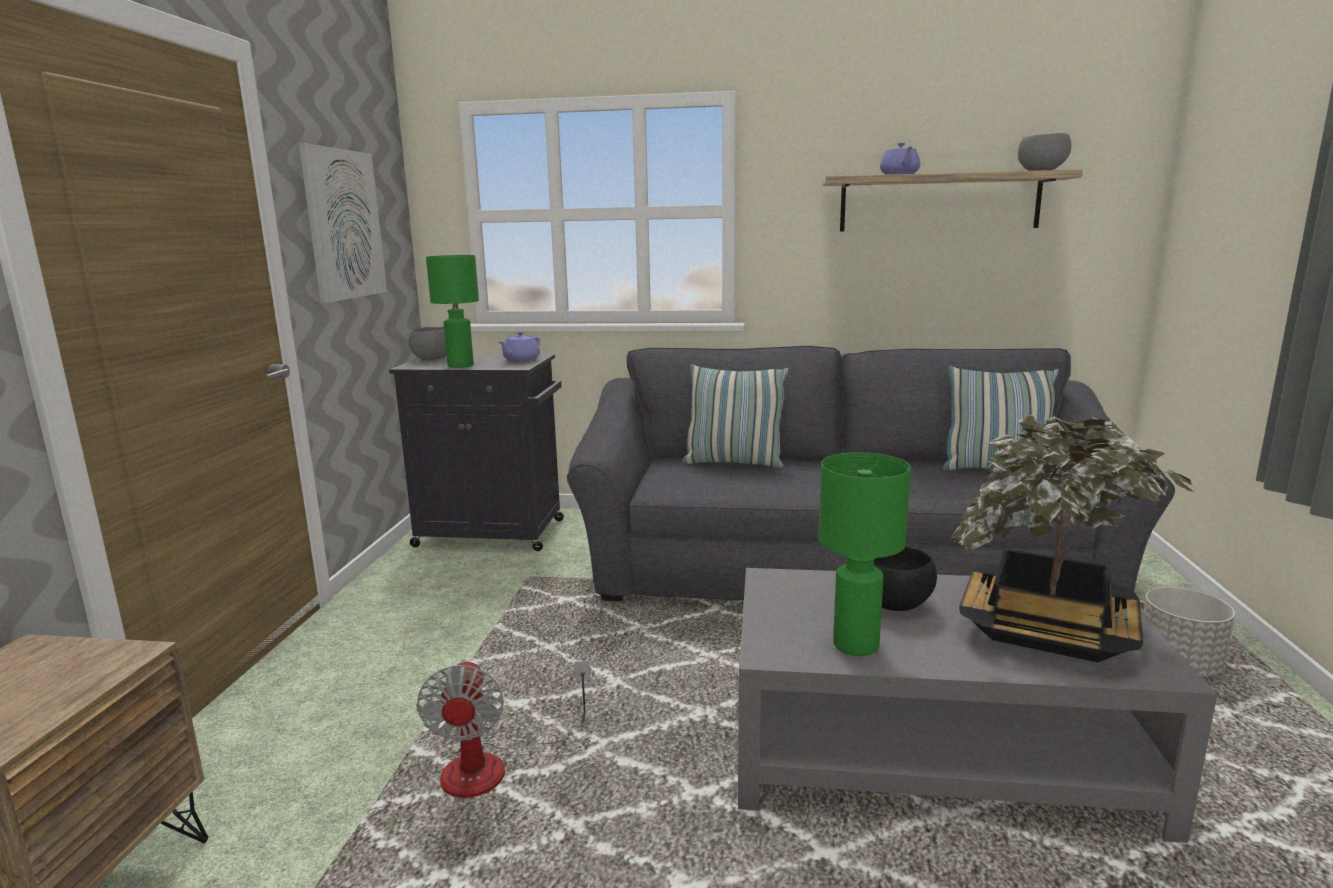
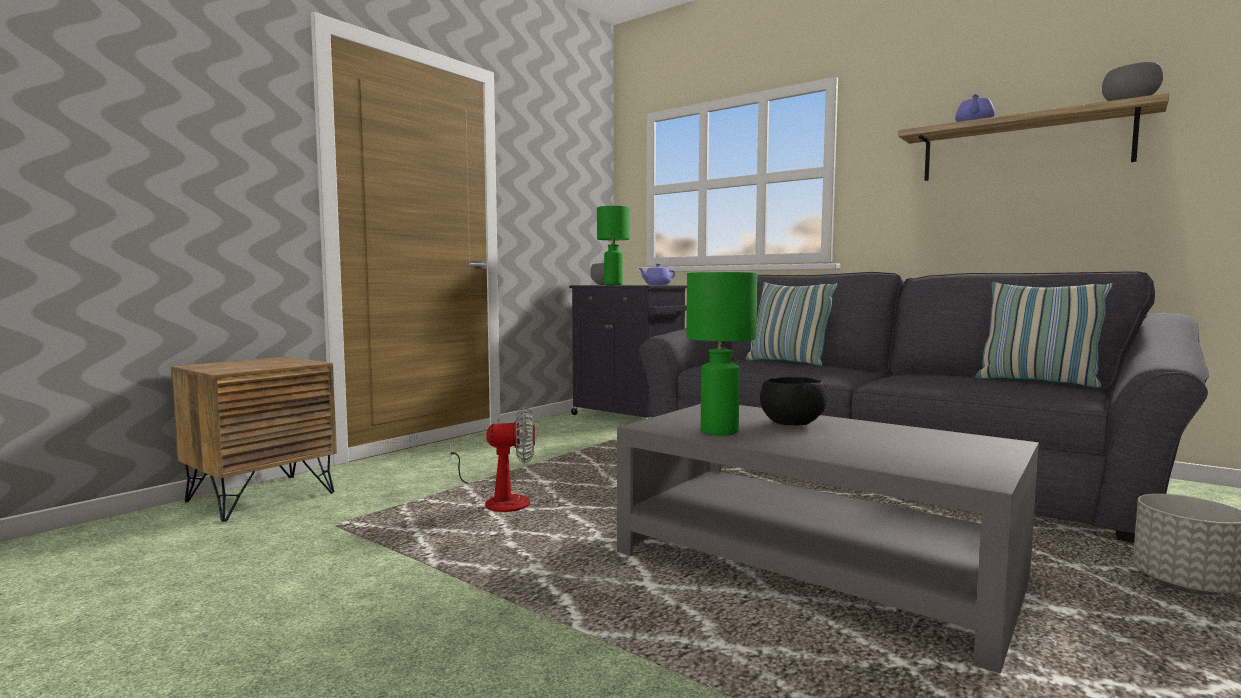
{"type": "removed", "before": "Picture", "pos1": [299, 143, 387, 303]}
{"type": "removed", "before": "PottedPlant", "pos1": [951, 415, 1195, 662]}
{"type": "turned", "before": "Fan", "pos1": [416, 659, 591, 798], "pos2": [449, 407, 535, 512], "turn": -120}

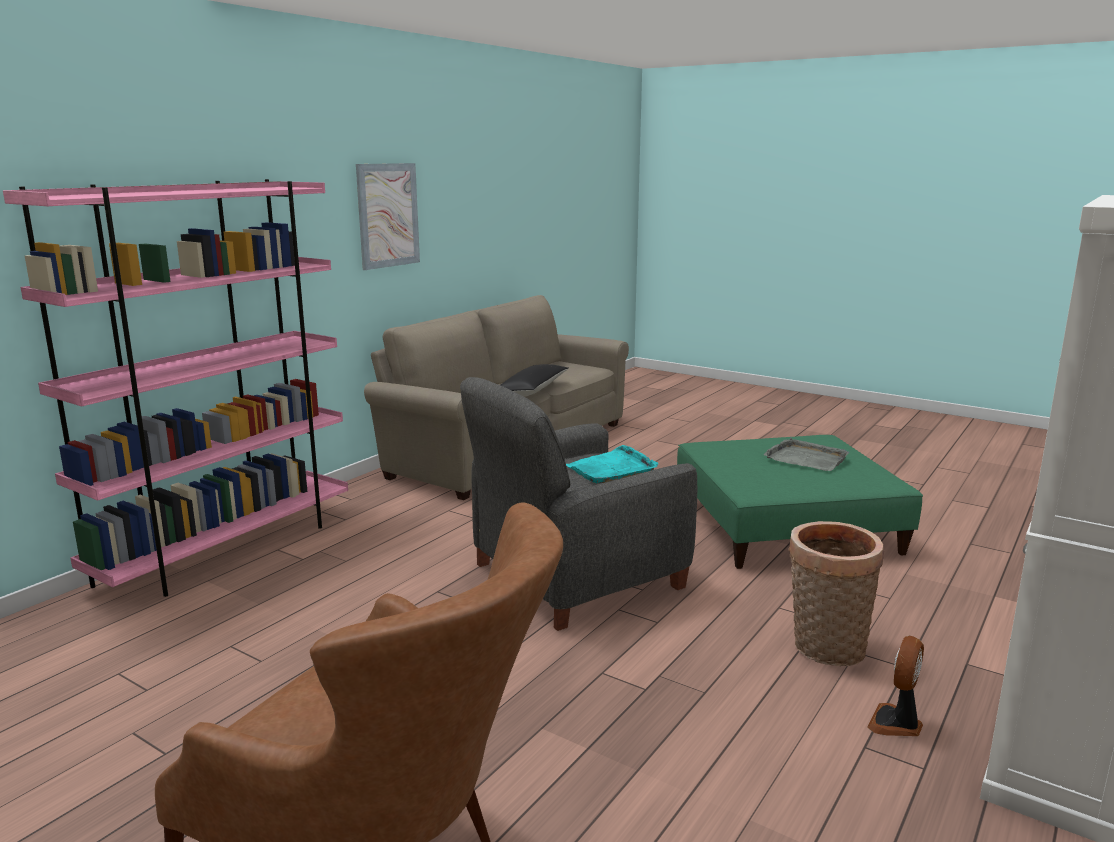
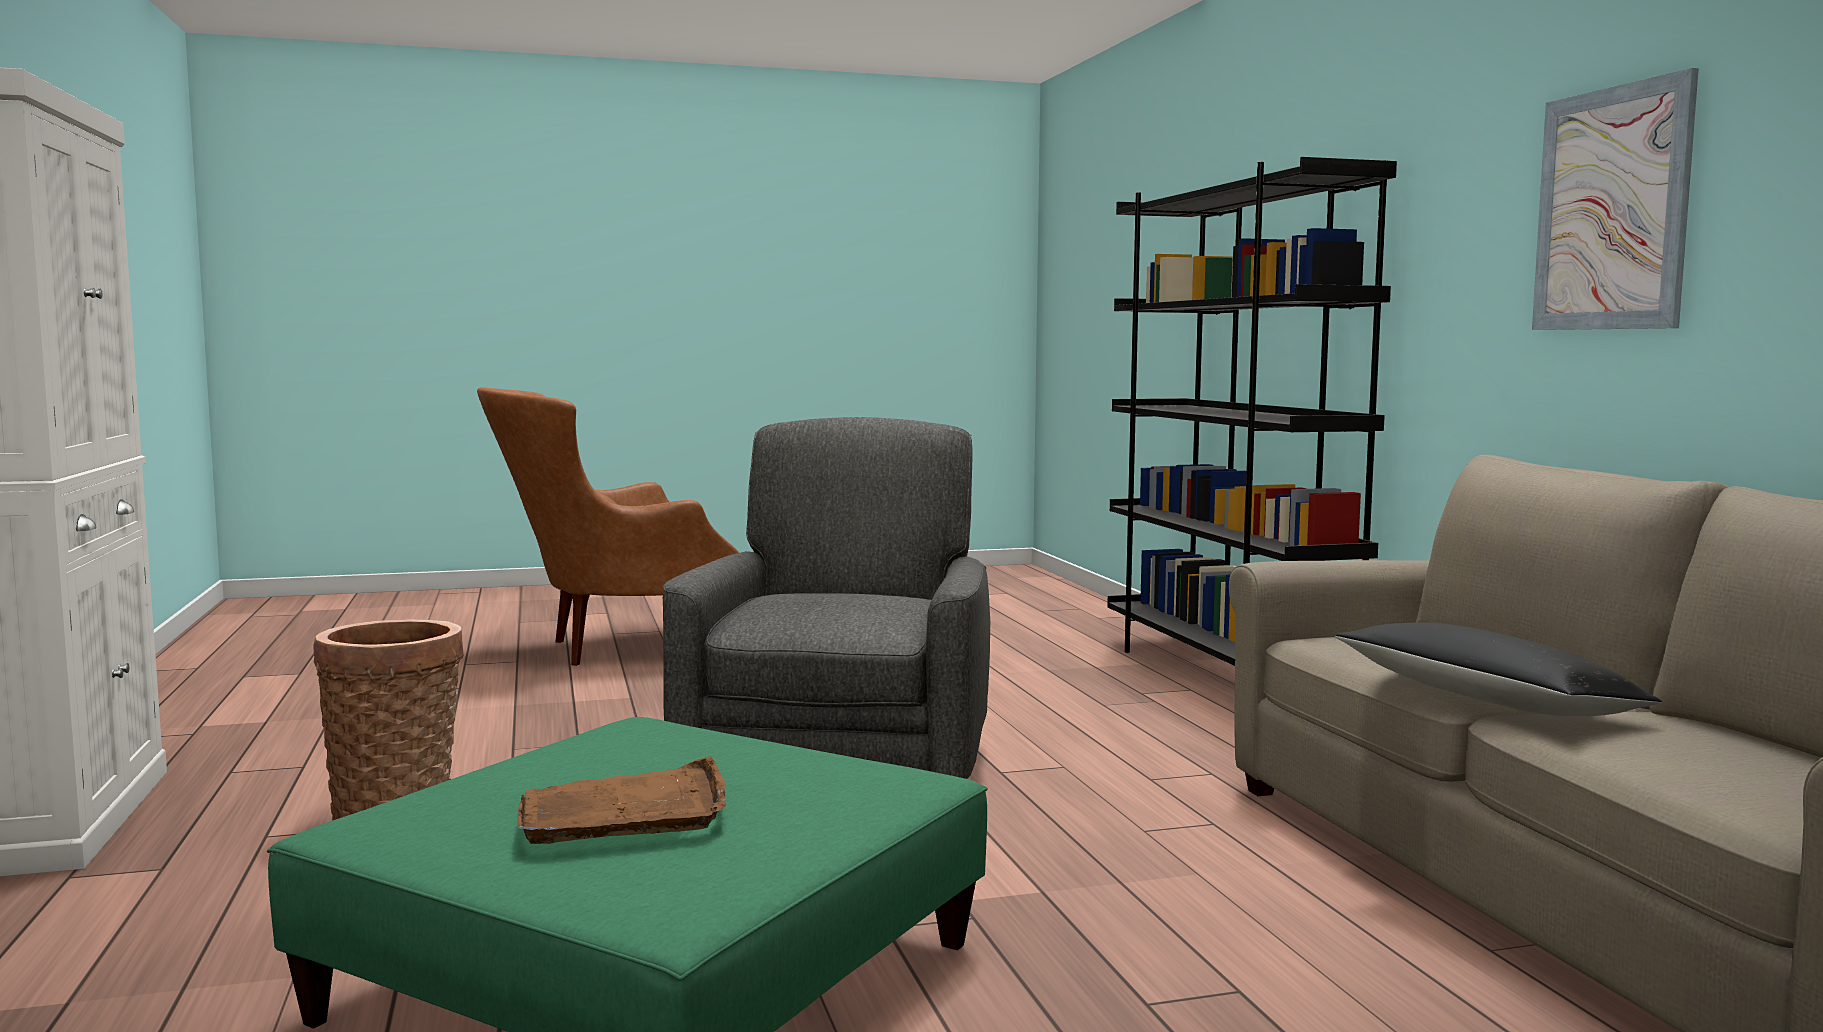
{"type": "removed", "before": "TurquoiseTray", "pos1": [566, 445, 659, 484]}
{"type": "removed", "before": "Fan", "pos1": [867, 636, 924, 736]}
{"type": "recoloured", "before": "PinkBookcase", "after": "BlackBookcase", "pos1": [3, 179, 348, 597], "pos2": [1107, 157, 1397, 666]}
{"type": "recoloured", "before": "GreyTray", "after": "BrownTray", "pos1": [764, 438, 849, 471], "pos2": [517, 756, 726, 844]}

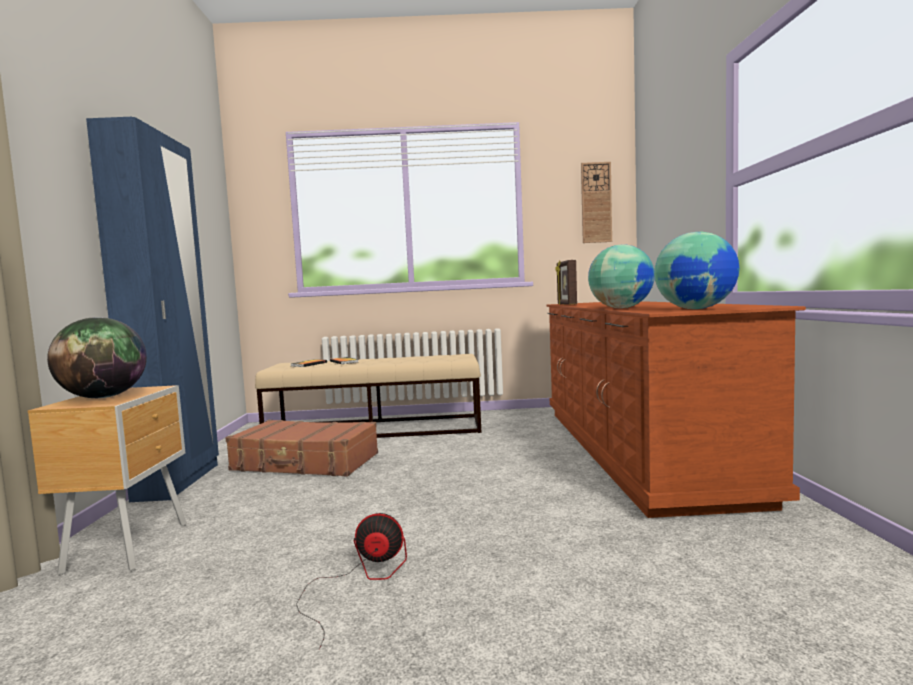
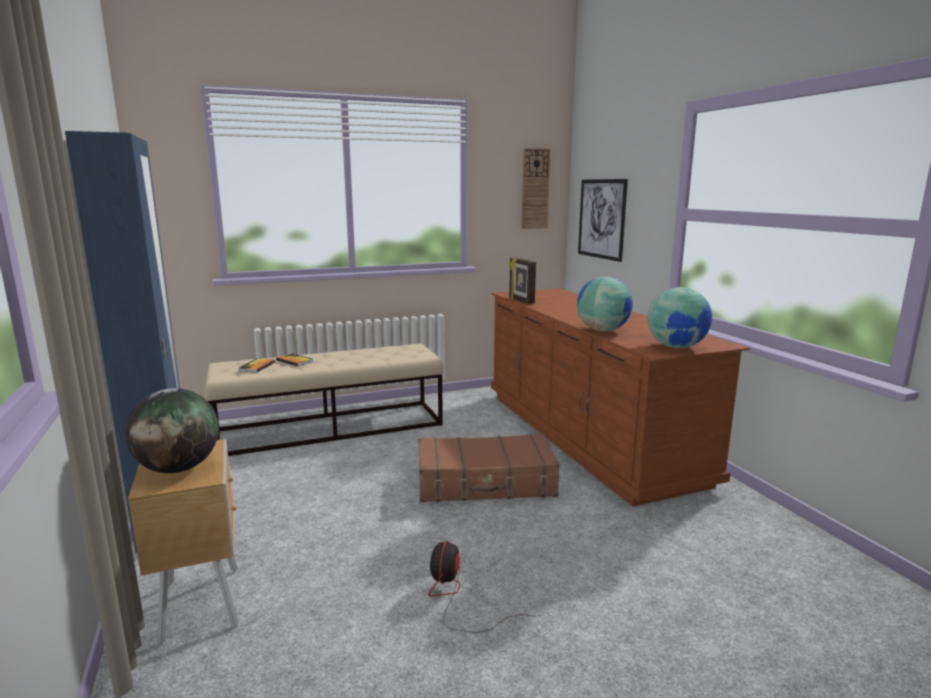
{"type": "added", "after": "Picture", "pos2": [578, 179, 628, 262]}
{"type": "moved", "before": "BrownSuitcase", "pos1": [226, 420, 378, 477], "pos2": [418, 434, 560, 502]}
{"type": "turned", "before": "Fan", "pos1": [296, 513, 407, 649], "pos2": [428, 541, 533, 633], "turn": -60}

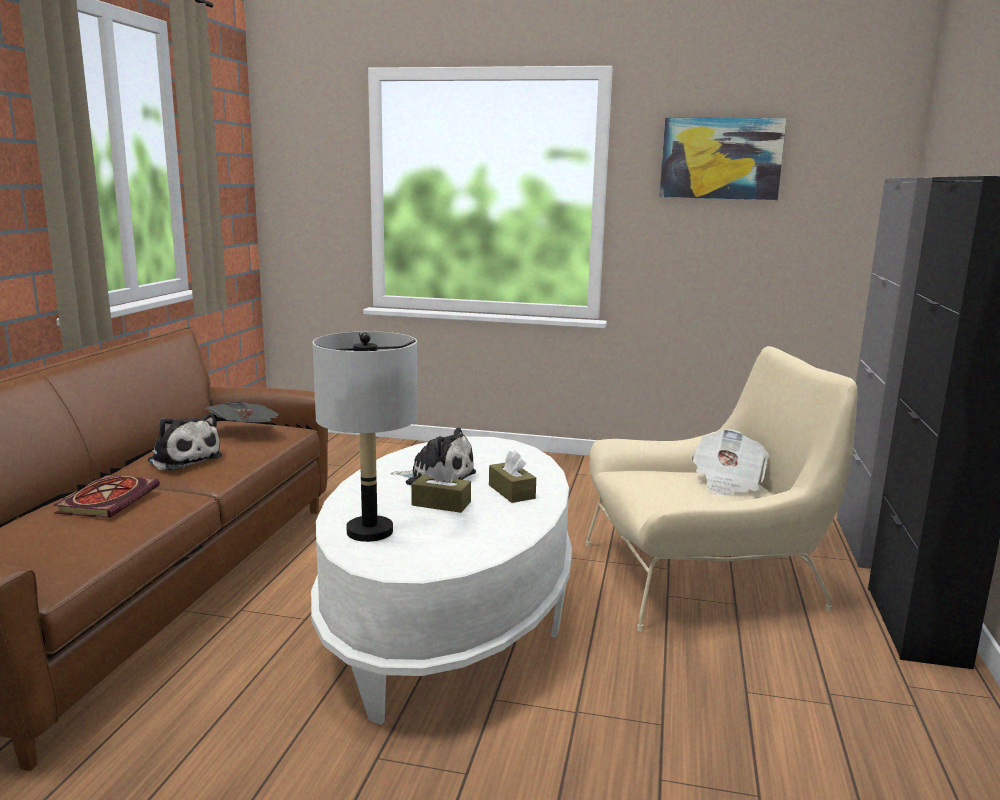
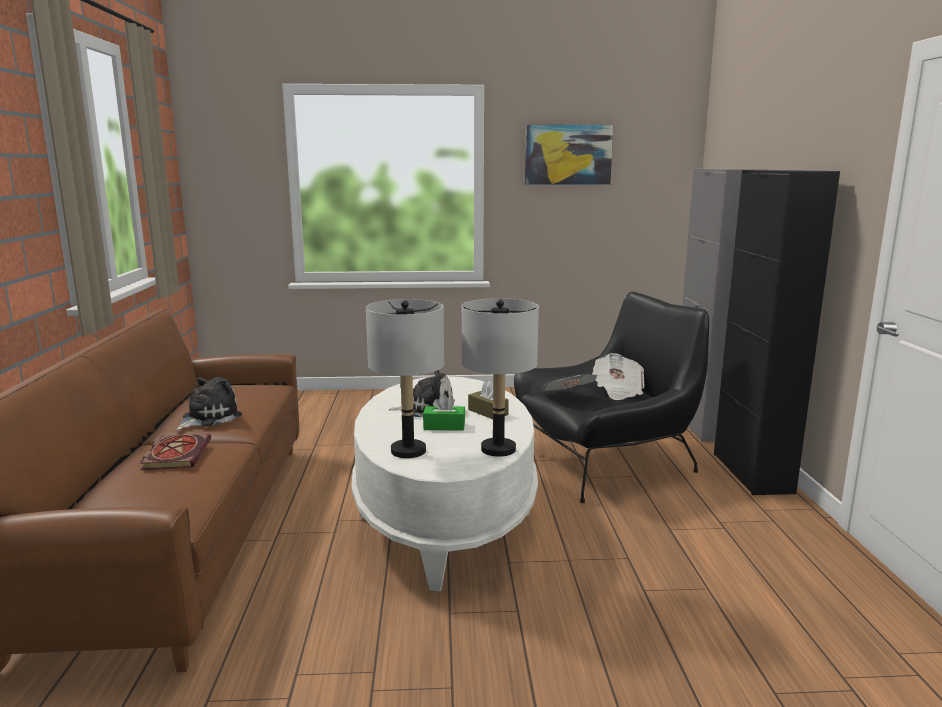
{"type": "added", "after": "GreyTableLamp", "pos2": [462, 298, 539, 457]}
{"type": "moved", "before": "Newspaper", "pos1": [204, 402, 279, 422], "pos2": [542, 374, 597, 390]}
{"type": "recoloured", "before": "BrownTissueBox", "after": "GreenTissueBox", "pos1": [411, 462, 471, 513], "pos2": [423, 394, 465, 431]}
{"type": "recoloured", "before": "BeigeArmchair", "after": "BlackArmchair", "pos1": [585, 346, 858, 632], "pos2": [514, 292, 709, 503]}
{"type": "turned", "before": "PlushToy", "pos1": [148, 413, 222, 471], "pos2": [175, 377, 242, 430], "turn": -75}

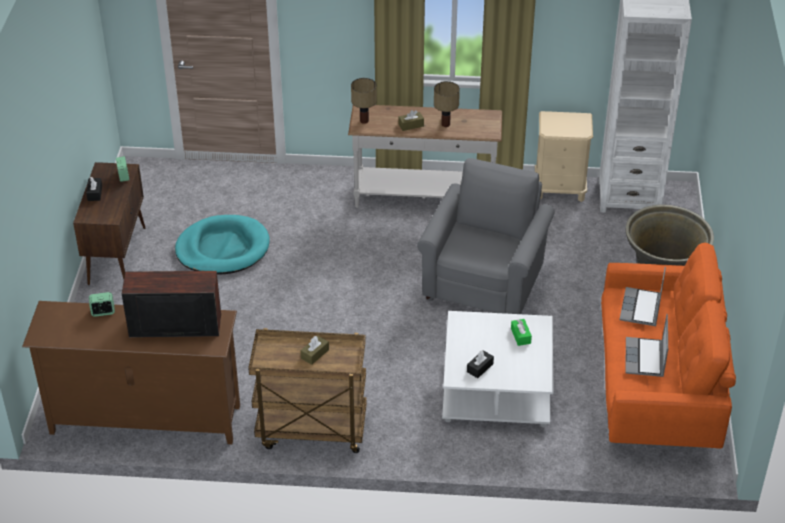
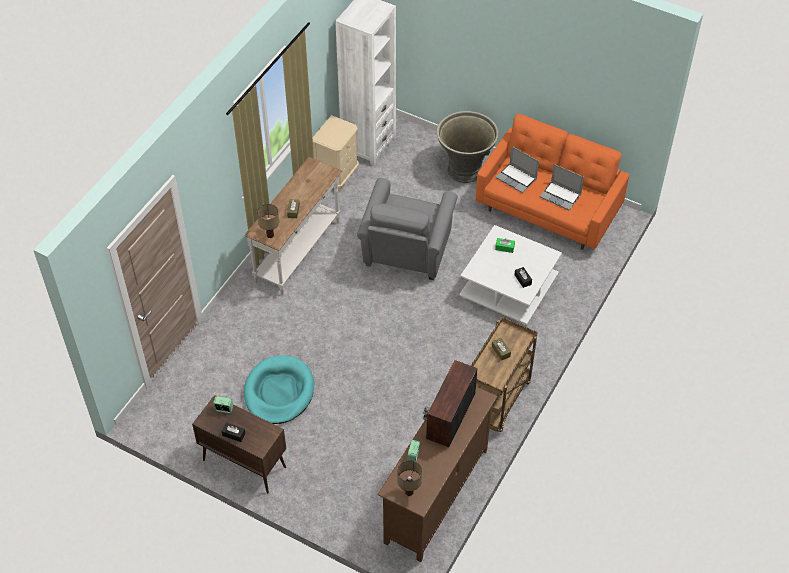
{"type": "moved", "before": "TableLamp", "pos1": [434, 81, 460, 127], "pos2": [397, 460, 422, 496]}
{"type": "turned", "before": "GreyArmchair", "pos1": [417, 158, 555, 314], "pos2": [357, 178, 458, 280], "turn": -120}

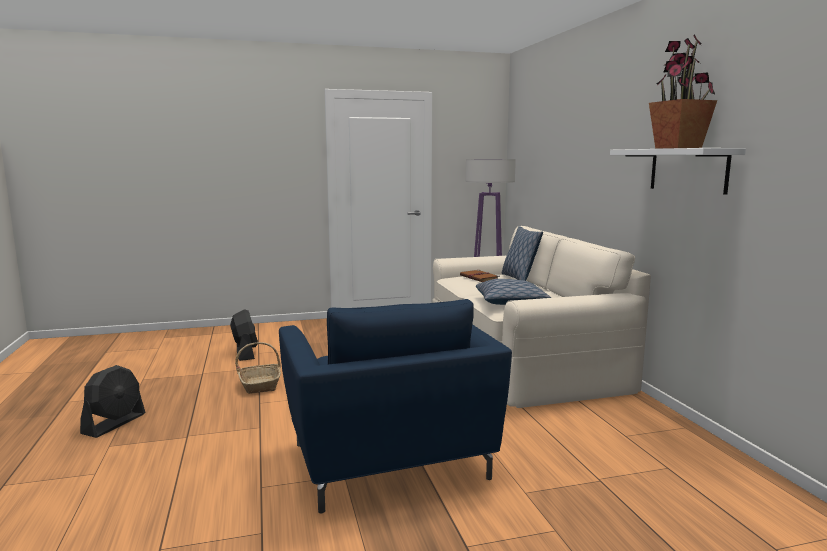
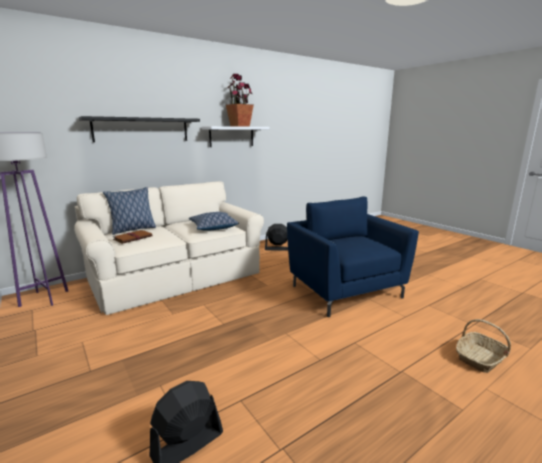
{"type": "added", "after": "BlackShelf", "pos2": [79, 116, 200, 142]}
{"type": "moved", "before": "BlackFan", "pos1": [80, 365, 145, 438], "pos2": [265, 224, 288, 251]}
{"type": "moved", "before": "Basket", "pos1": [235, 342, 281, 394], "pos2": [456, 319, 511, 373]}
{"type": "turned", "before": "BlueArmchair", "pos1": [279, 299, 512, 514], "pos2": [287, 197, 419, 317], "turn": -75}

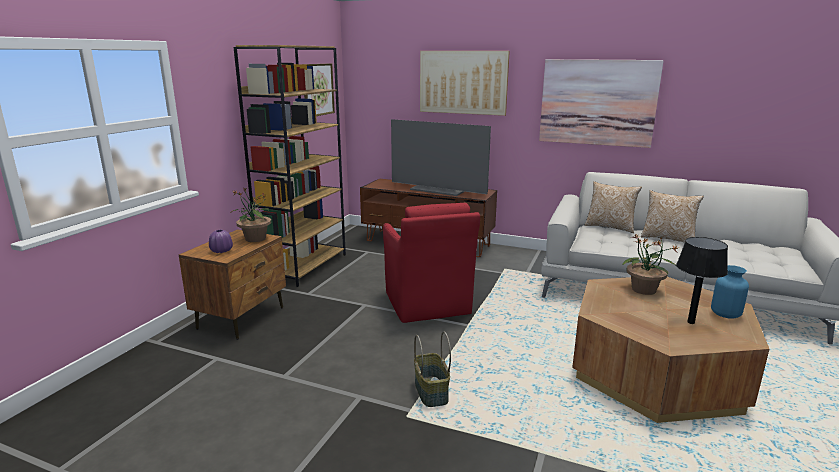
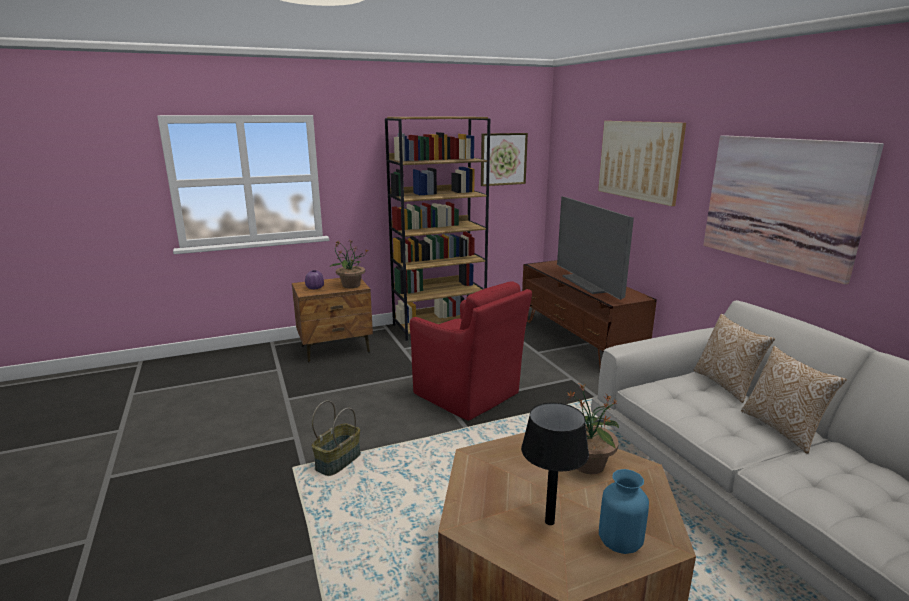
{"type": "turned", "before": "RedArmchair", "pos1": [383, 203, 480, 323], "pos2": [410, 281, 532, 421], "turn": -75}

